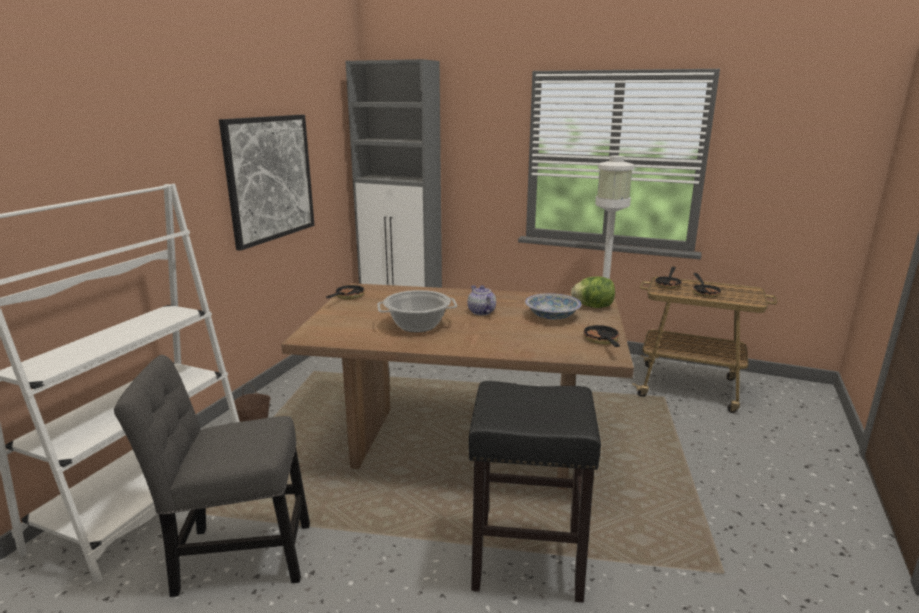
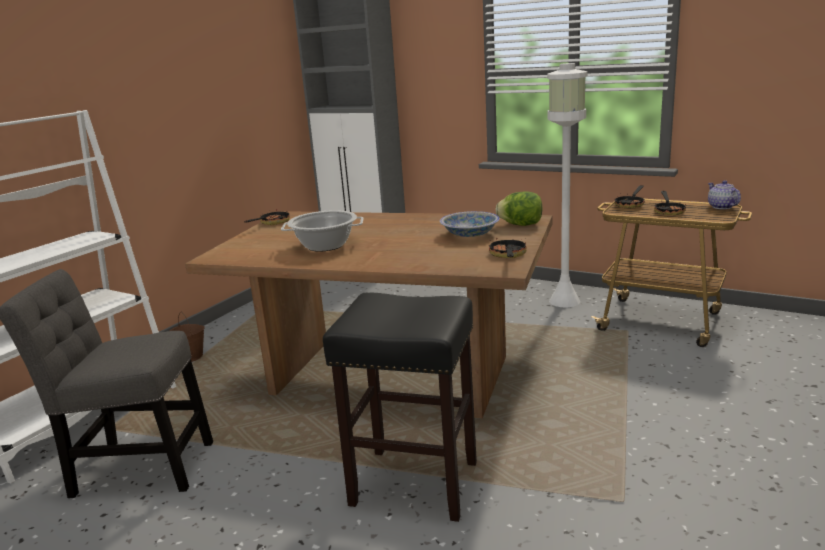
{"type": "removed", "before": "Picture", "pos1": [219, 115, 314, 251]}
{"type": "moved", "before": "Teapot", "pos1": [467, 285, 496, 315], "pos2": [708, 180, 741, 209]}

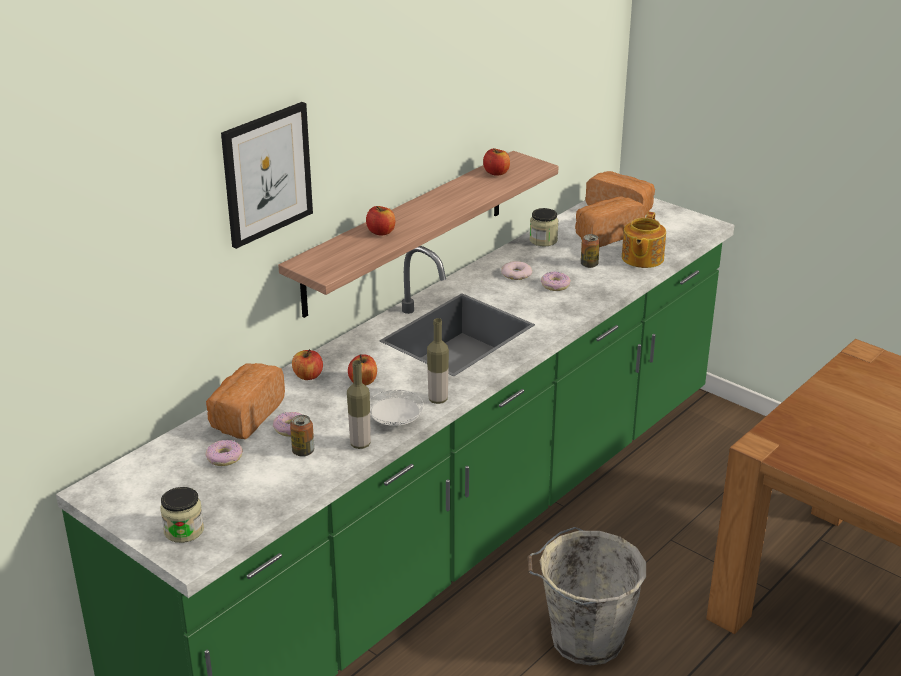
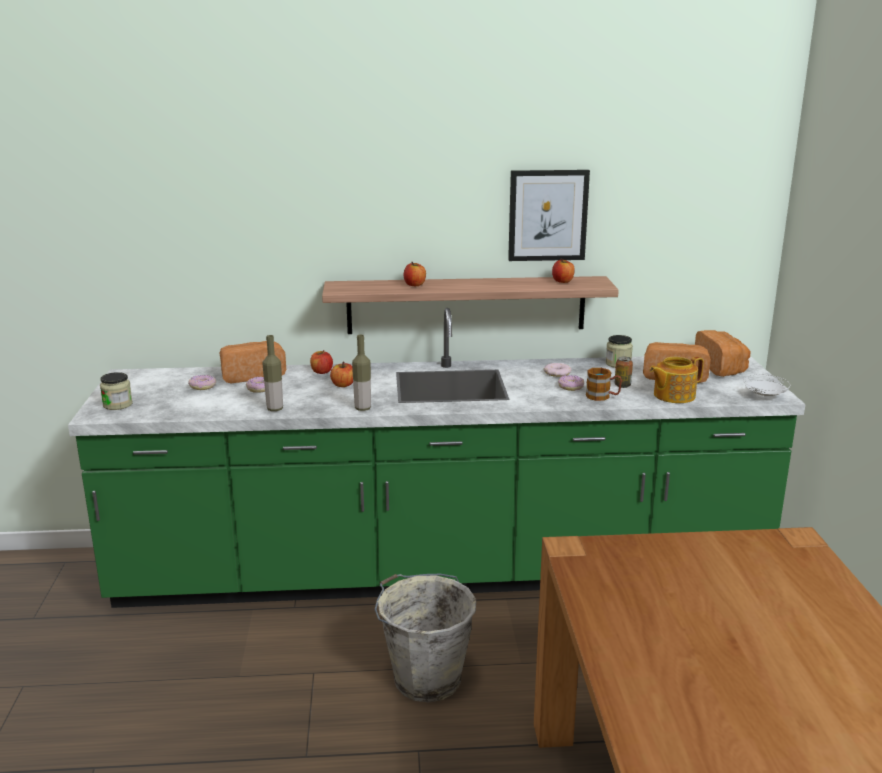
{"type": "removed", "before": "Can", "pos1": [290, 415, 314, 457]}
{"type": "added", "after": "Mug", "pos2": [586, 368, 622, 401]}
{"type": "moved", "before": "Picture", "pos1": [221, 102, 313, 249], "pos2": [508, 170, 590, 261]}
{"type": "moved", "before": "WhitePlate", "pos1": [370, 390, 424, 426], "pos2": [743, 374, 790, 396]}

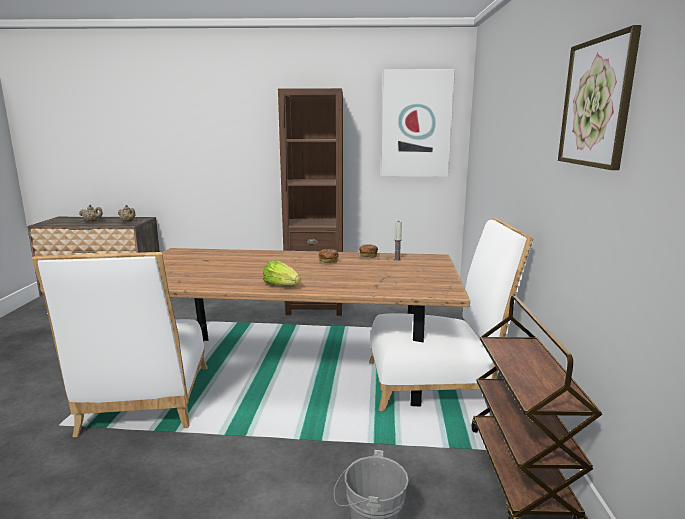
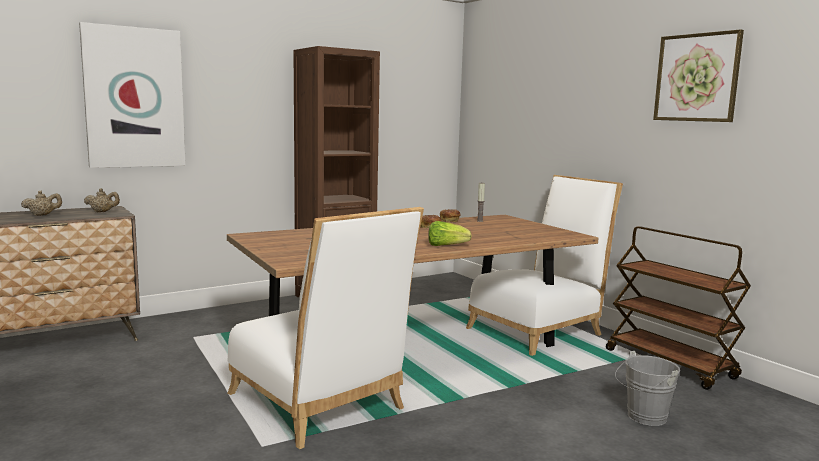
{"type": "moved", "before": "Picture", "pos1": [381, 69, 455, 177], "pos2": [79, 22, 186, 168]}

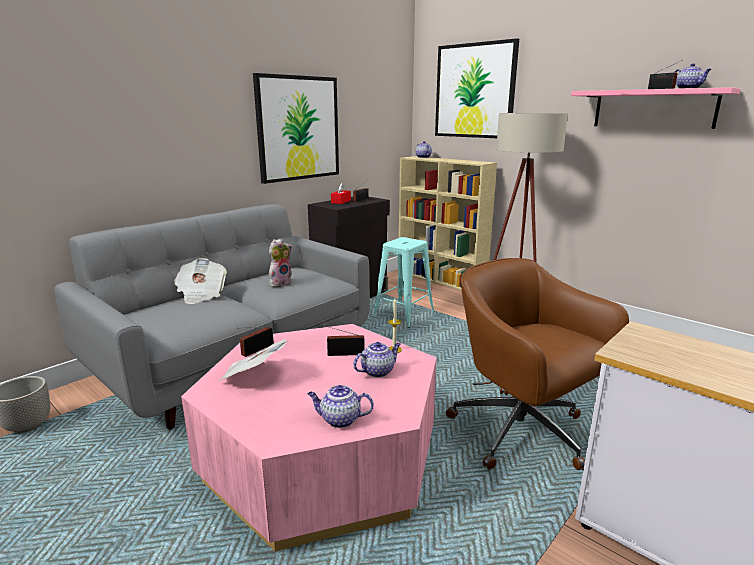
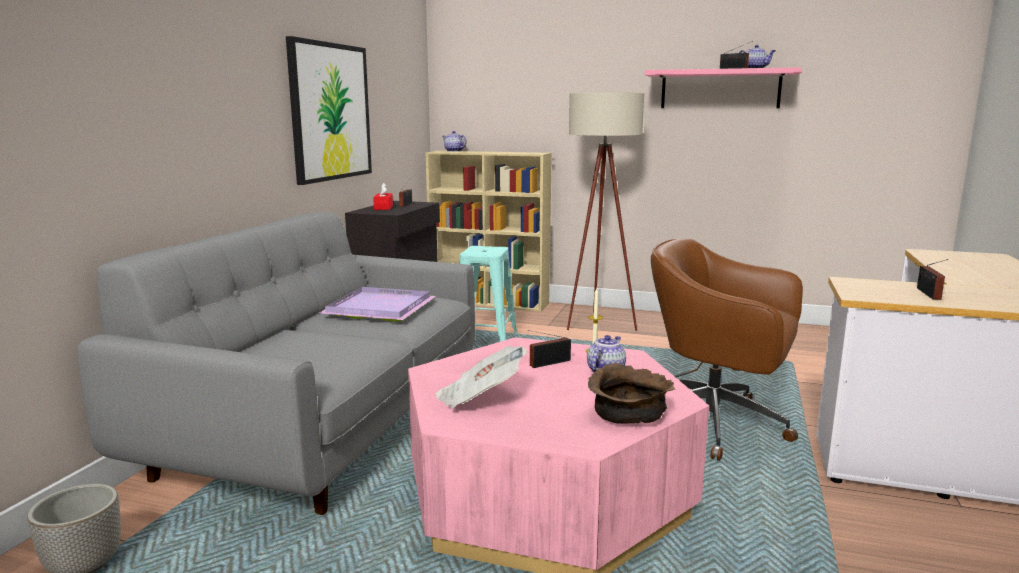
{"type": "removed", "before": "Newspaper", "pos1": [174, 258, 227, 304]}
{"type": "removed", "before": "Picture", "pos1": [435, 38, 519, 138]}
{"type": "moved", "before": "Radio", "pos1": [240, 327, 274, 357], "pos2": [917, 259, 948, 300]}
{"type": "replaced", "before": "PlushToy", "after": "PurpleTray", "pos1": [269, 238, 292, 287], "pos2": [319, 287, 436, 322]}
{"type": "replaced", "before": "Teapot", "after": "BrownBowl", "pos1": [308, 385, 374, 428], "pos2": [588, 363, 675, 424]}

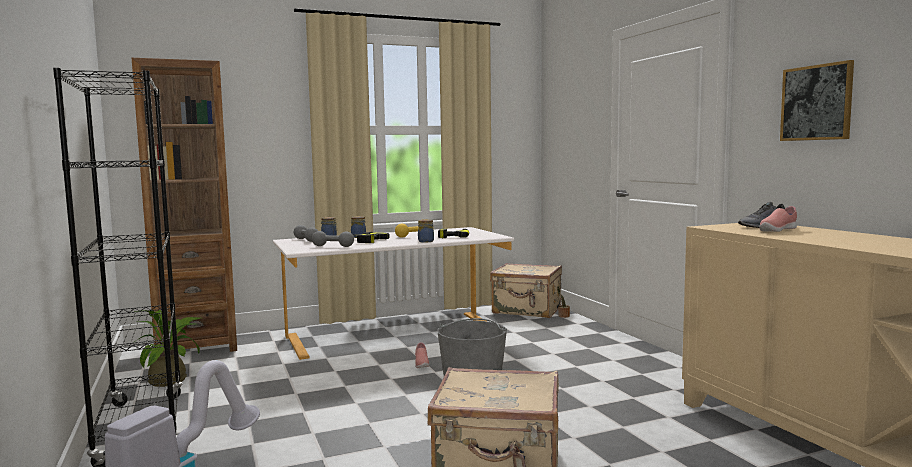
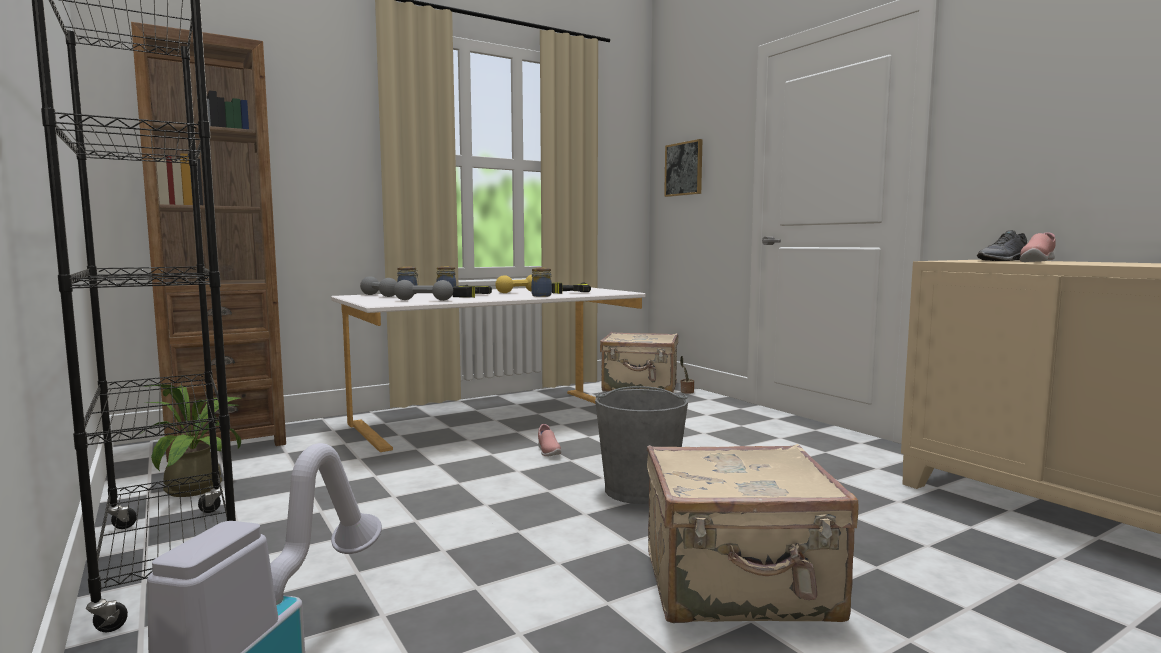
{"type": "moved", "before": "Picture", "pos1": [780, 60, 854, 141], "pos2": [664, 139, 702, 197]}

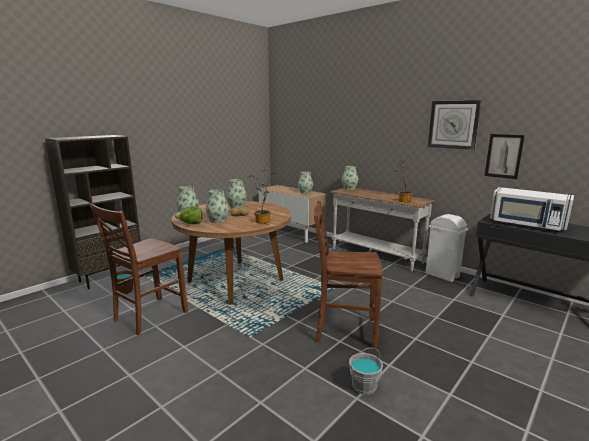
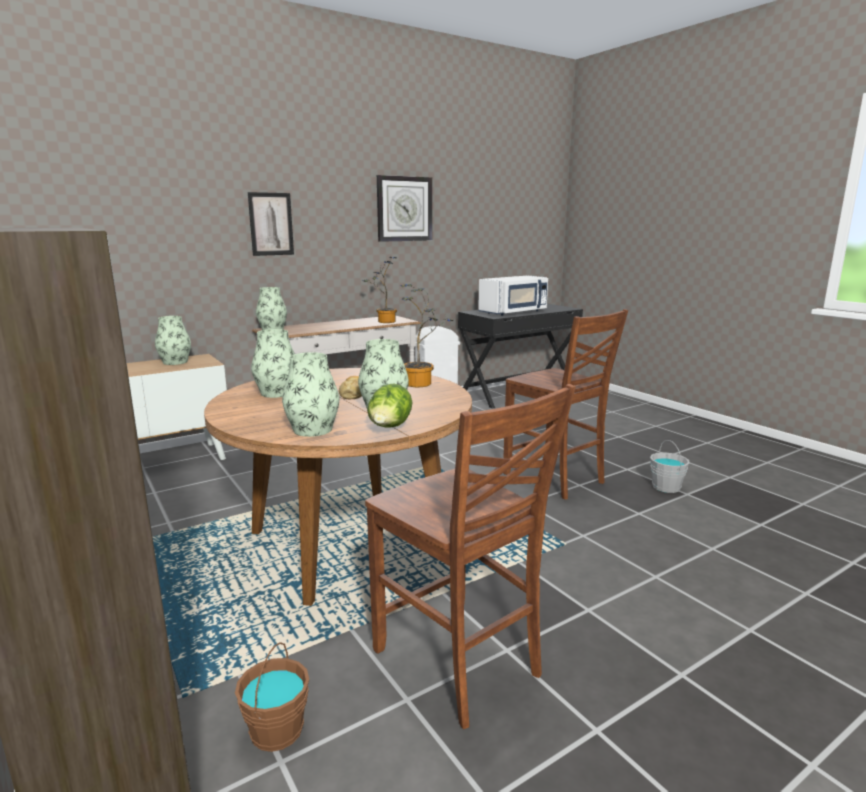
{"type": "moved", "before": "Picture", "pos1": [485, 134, 525, 179], "pos2": [248, 192, 294, 256]}
{"type": "turned", "before": "BrownChair", "pos1": [314, 201, 382, 349], "pos2": [503, 309, 628, 500], "turn": -60}

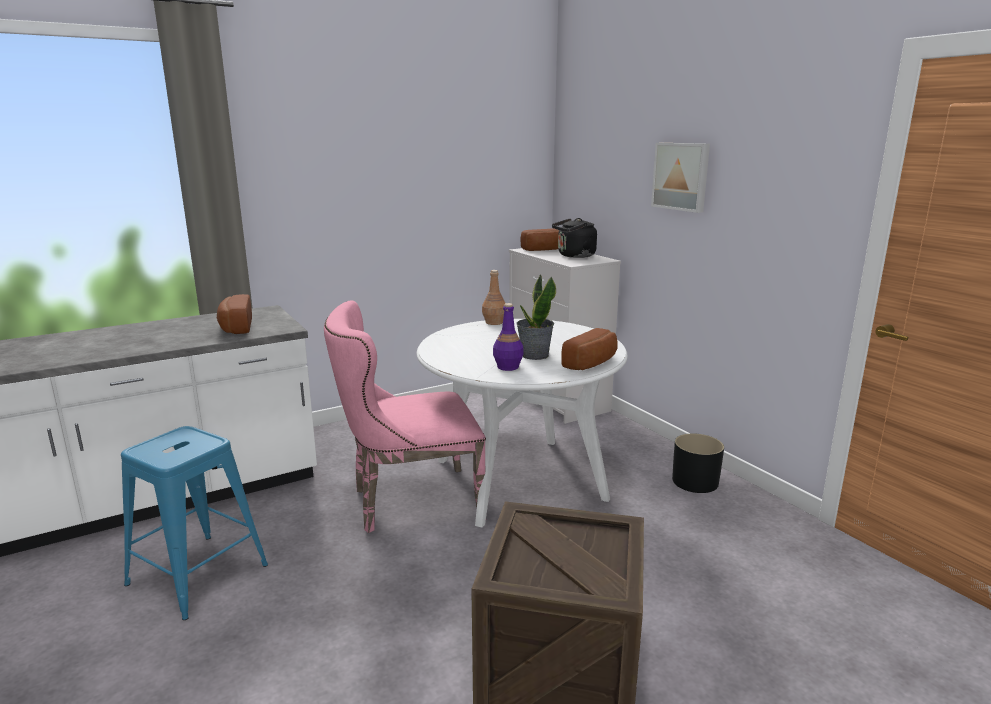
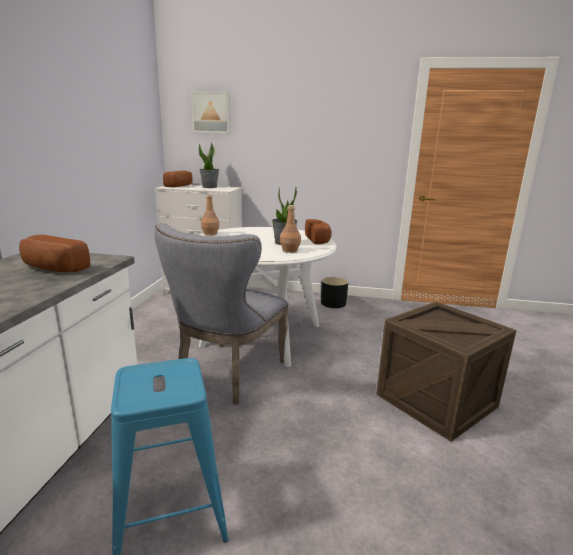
{"type": "moved", "before": "Picture", "pos1": [651, 143, 710, 213], "pos2": [191, 91, 230, 133]}
{"type": "replaced", "before": "BlackKettle", "after": "PottedPlant", "pos1": [552, 218, 597, 258], "pos2": [199, 142, 219, 188]}
{"type": "recoloured", "before": "PinkChair", "after": "GreyChair", "pos1": [324, 300, 486, 533], "pos2": [154, 223, 288, 405]}
{"type": "recoloured", "before": "PurpleBottle", "after": "BrownBottle", "pos1": [493, 303, 524, 371], "pos2": [280, 205, 301, 253]}

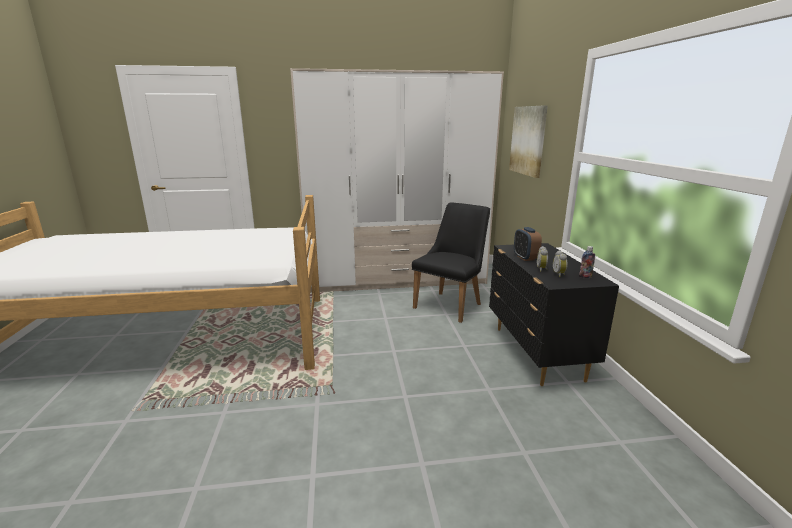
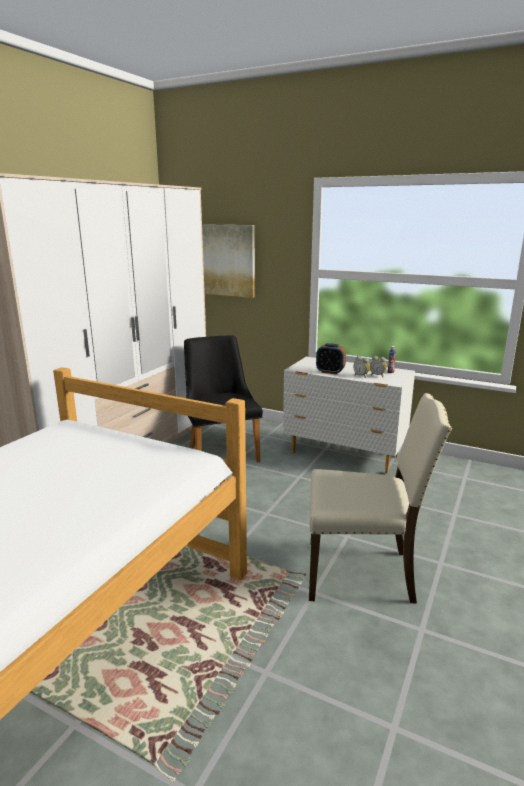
{"type": "added", "after": "BeigeChair", "pos2": [309, 393, 452, 604]}
{"type": "recoloured", "before": "BlackDresser", "after": "WhiteDresser", "pos1": [489, 243, 619, 386], "pos2": [283, 357, 415, 473]}

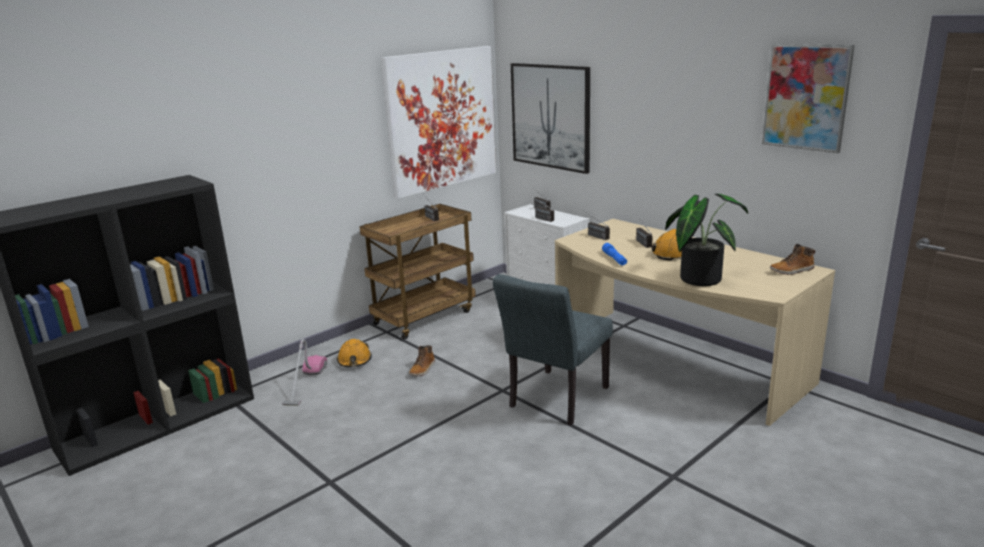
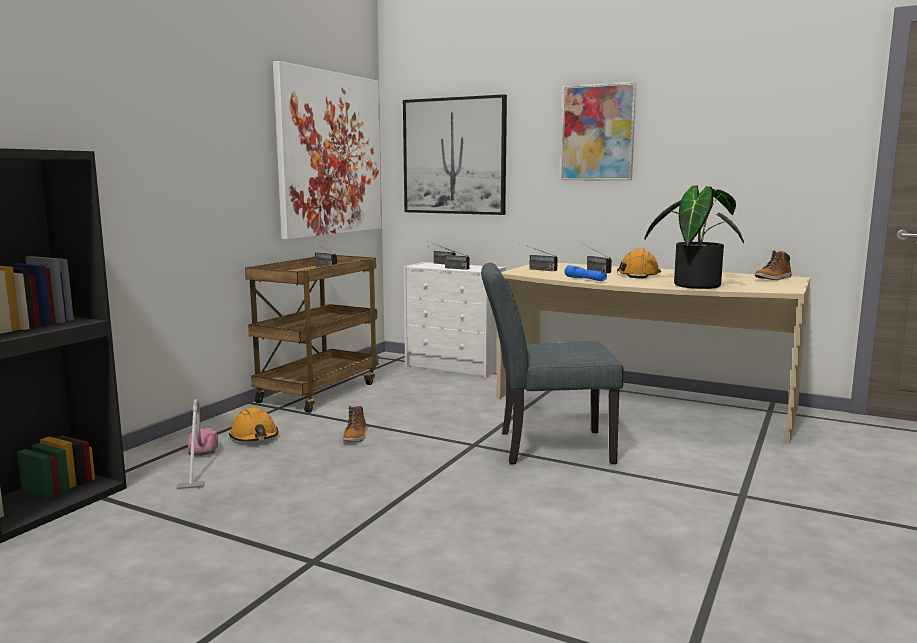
{"type": "moved", "before": "Picture", "pos1": [762, 44, 855, 153], "pos2": [561, 82, 637, 181]}
{"type": "turned", "before": "GreyChair", "pos1": [493, 274, 613, 425], "pos2": [481, 263, 624, 464], "turn": 75}

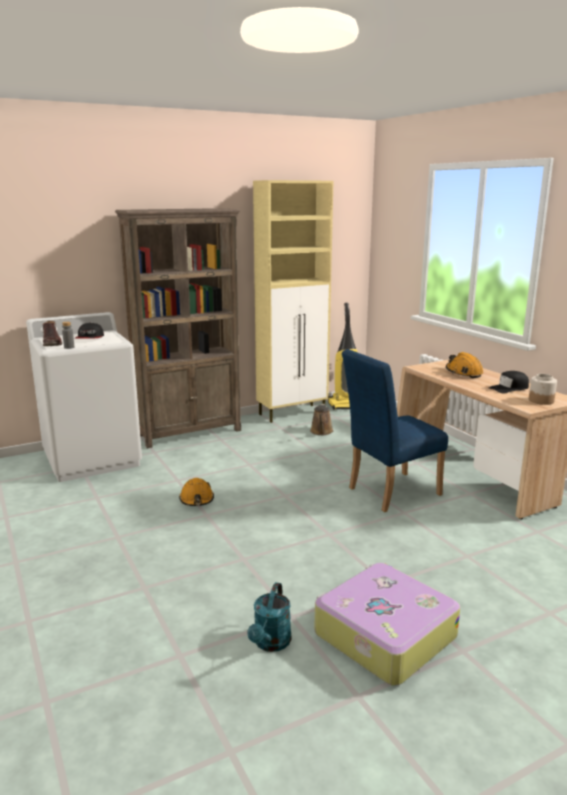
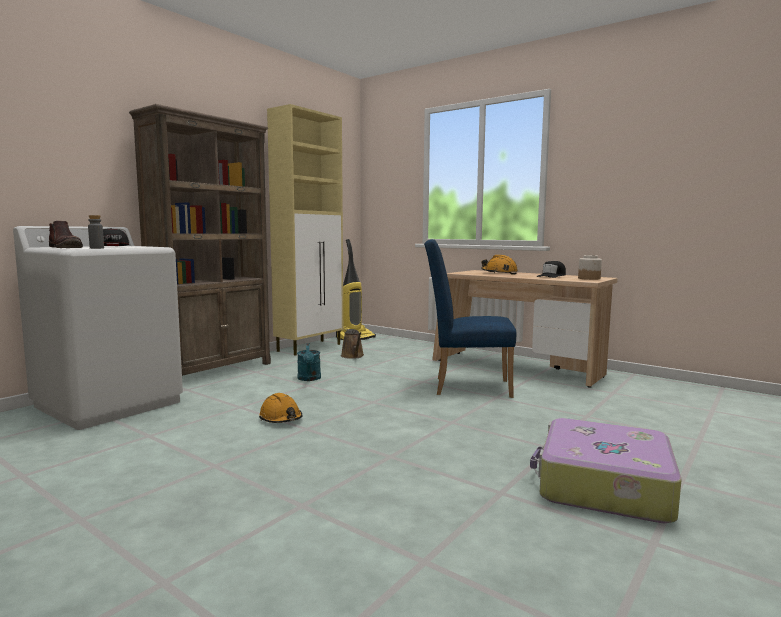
{"type": "moved", "before": "TurquoiseWateringCan", "pos1": [247, 582, 291, 652], "pos2": [297, 343, 321, 381]}
{"type": "turned", "before": "BlueChair", "pos1": [342, 349, 448, 512], "pos2": [424, 239, 516, 398], "turn": 60}

